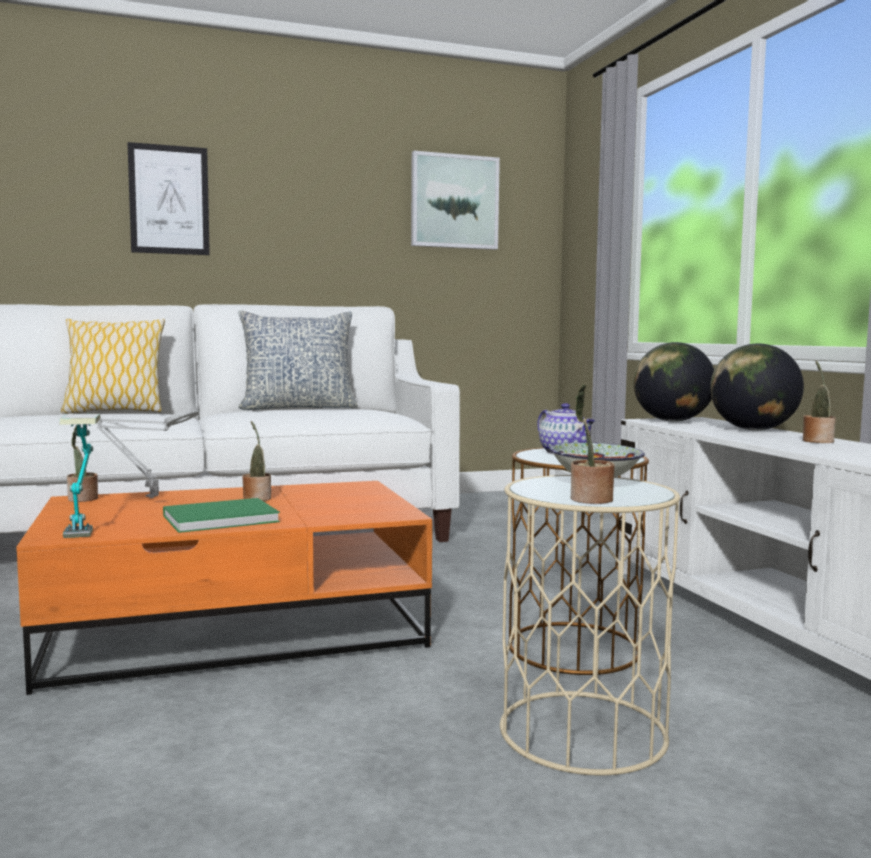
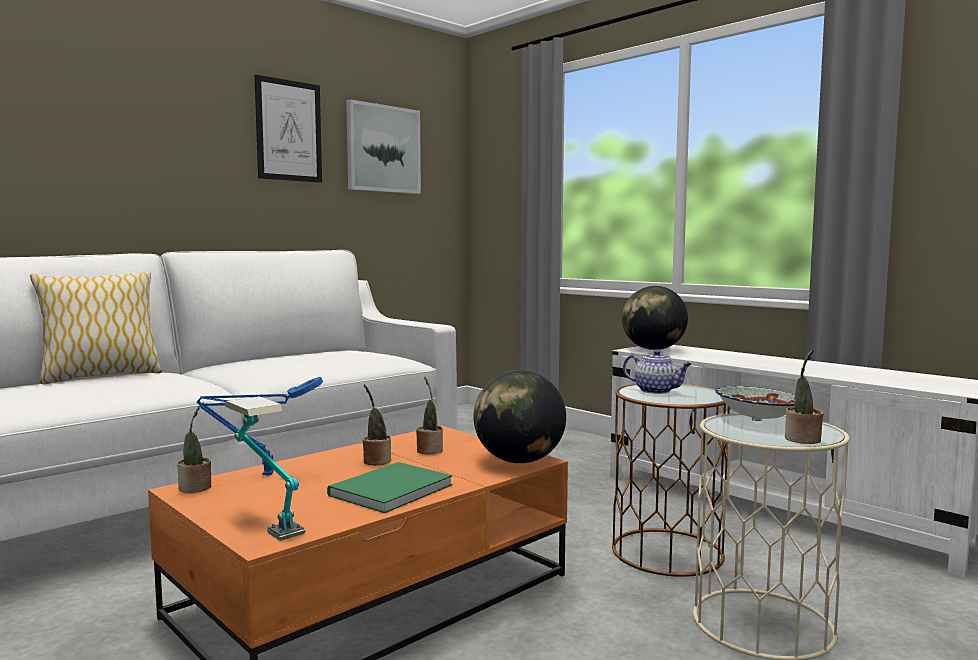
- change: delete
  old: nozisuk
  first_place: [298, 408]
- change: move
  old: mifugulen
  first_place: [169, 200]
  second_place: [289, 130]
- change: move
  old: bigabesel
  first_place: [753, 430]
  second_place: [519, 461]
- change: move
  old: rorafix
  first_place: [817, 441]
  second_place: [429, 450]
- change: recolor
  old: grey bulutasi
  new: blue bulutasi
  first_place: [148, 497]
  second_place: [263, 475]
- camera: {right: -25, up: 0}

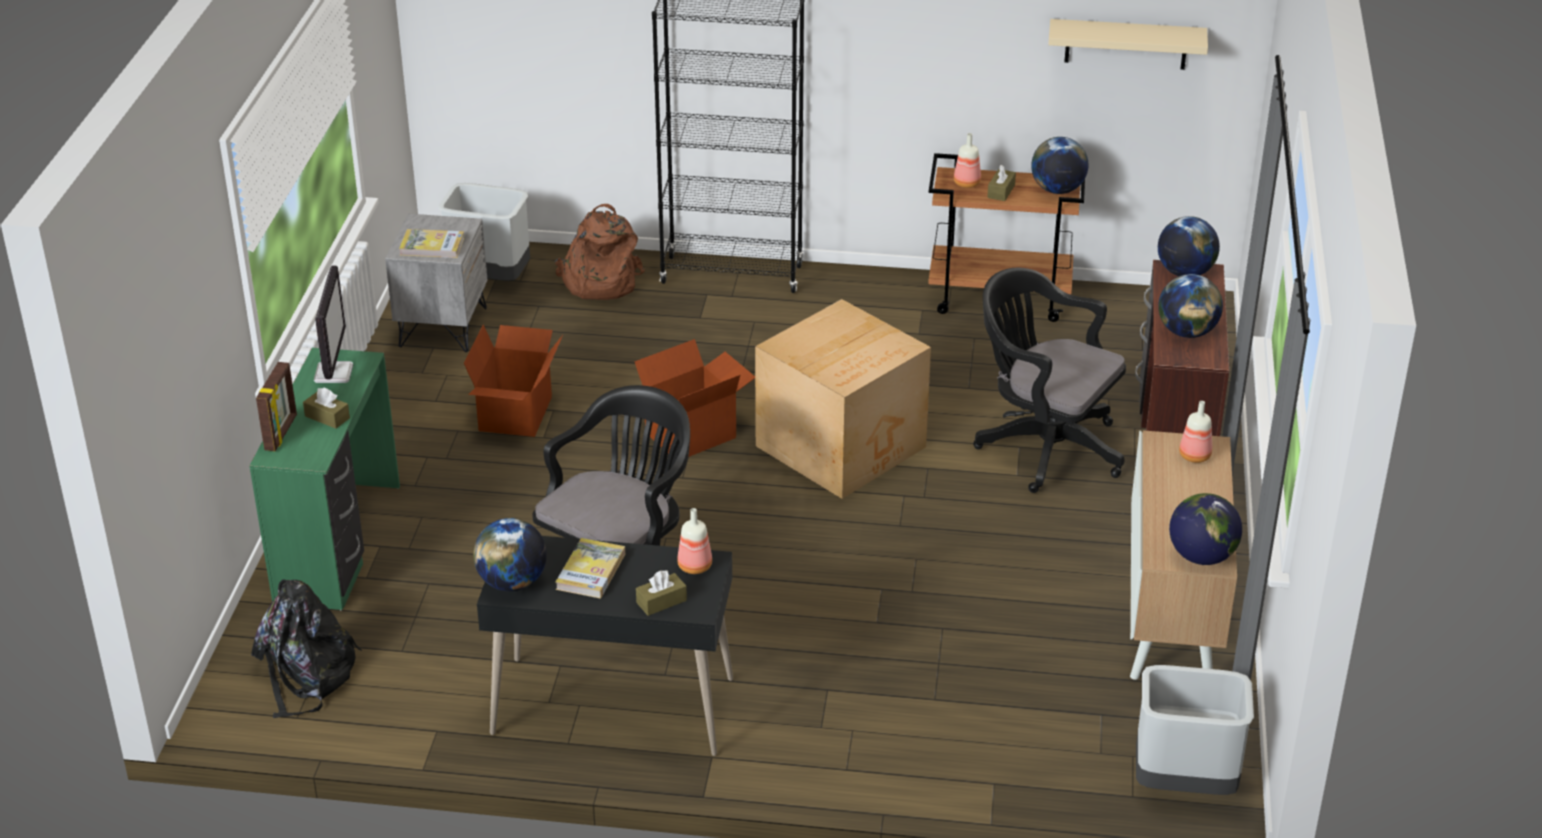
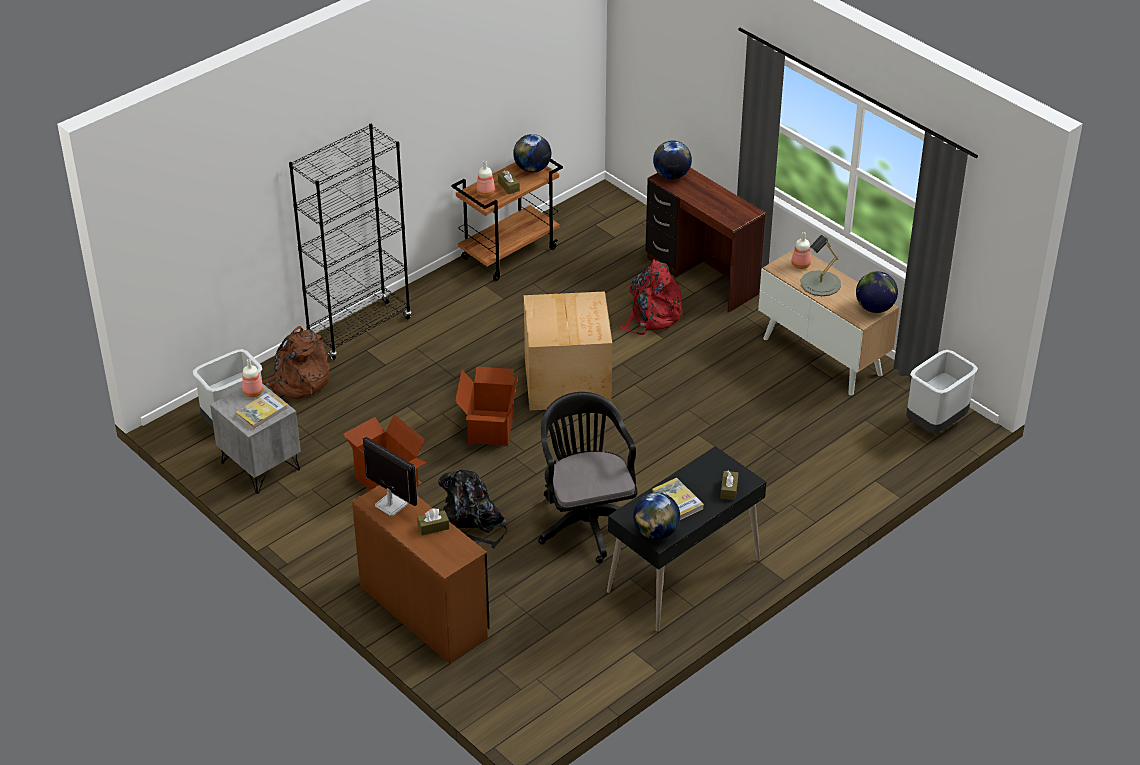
- change: delete
  old: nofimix
  first_place: [282, 433]
- change: delete
  old: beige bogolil
  first_place: [1126, 44]
- change: delete
  old: bigabesel
  first_place: [1187, 332]
- change: insert
  new: grey bulutasi
  second_place: [820, 283]
- change: move
  old: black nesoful
  first_place: [306, 675]
  second_place: [472, 523]
- change: move
  old: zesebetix
  first_place: [695, 567]
  second_place: [253, 392]
- change: replace
  old: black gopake
  new: red nesoful
  first_place: [1043, 446]
  second_place: [651, 316]
- change: recolor
  old: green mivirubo
  new: brown mivirubo
  first_place: [340, 543]
  second_place: [424, 610]
- camera: {right: -50, up: 5}

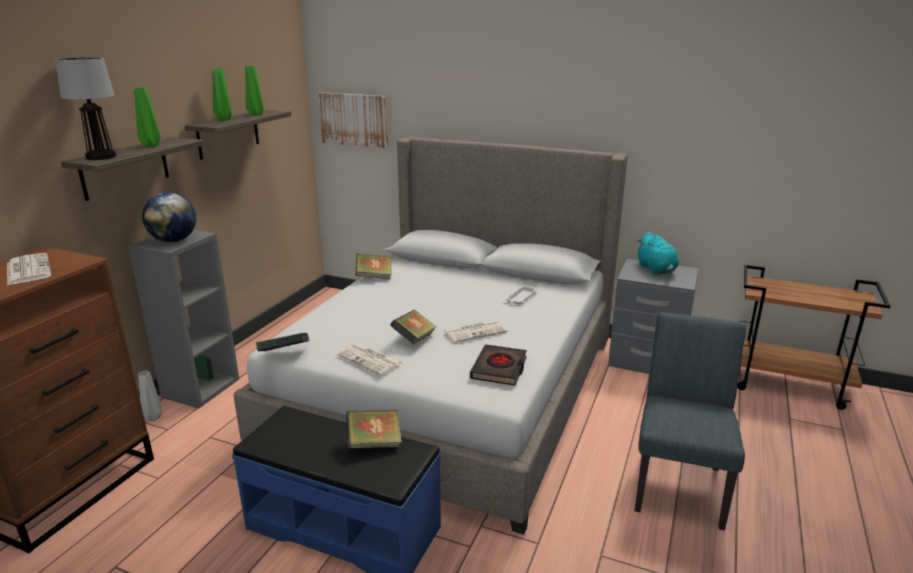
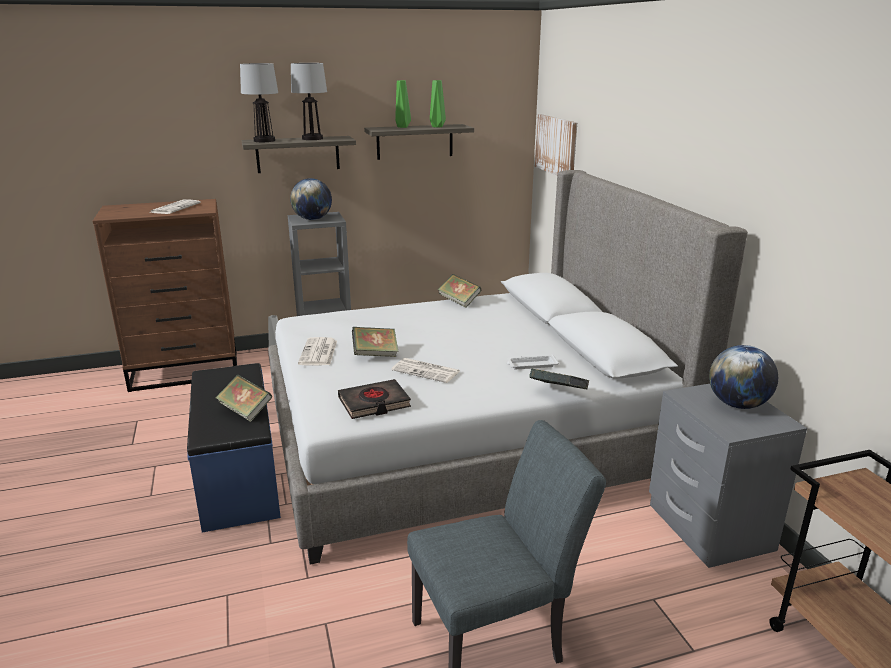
- change: move
  old: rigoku
  first_place: [284, 355]
  second_place: [558, 393]
- change: replace
  old: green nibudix
  new: bulutasi
  first_place: [150, 146]
  second_place: [312, 139]
- change: replace
  old: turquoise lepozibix
  new: bigabesel
  first_place: [656, 270]
  second_place: [737, 404]
- camera: {right: 50, up: 0}

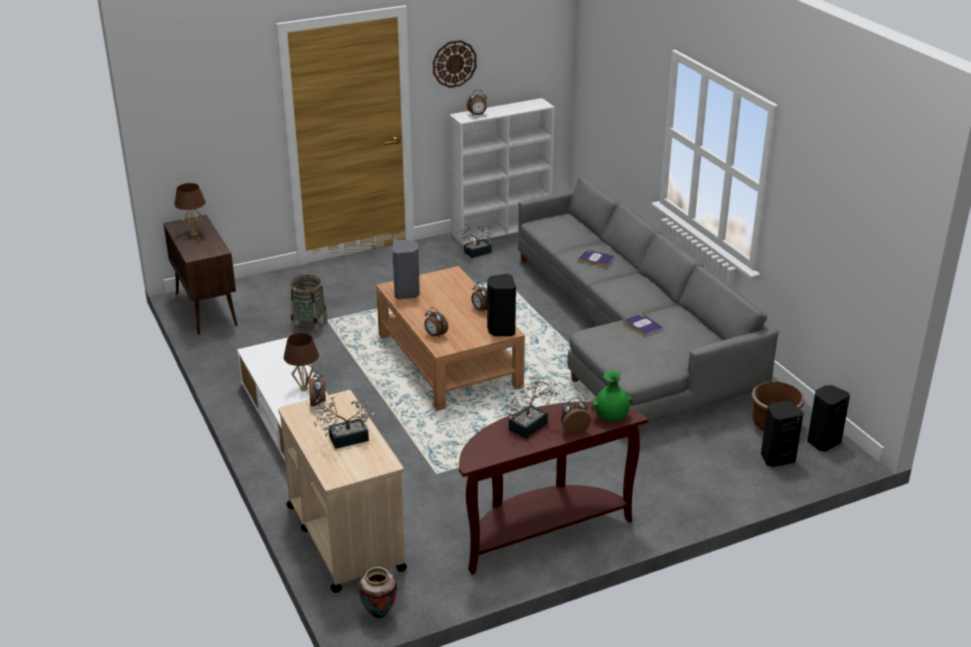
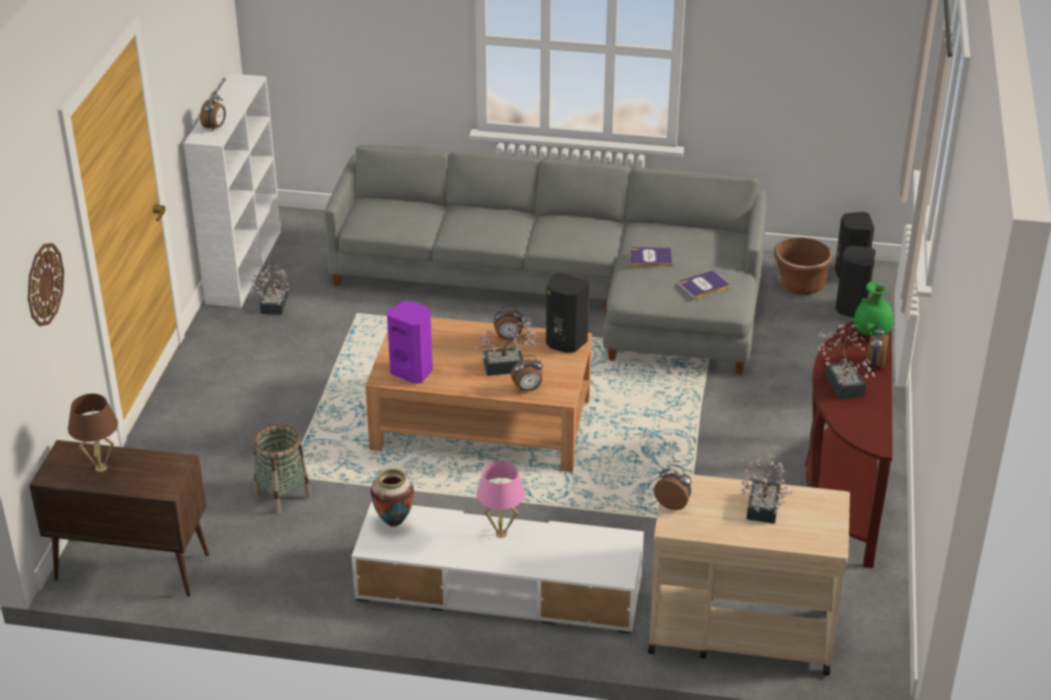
- change: insert
  new: rorafix
  second_place: [508, 366]
- change: move
  old: nibudix
  first_place: [379, 614]
  second_place: [394, 522]
- change: move
  old: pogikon
  first_place: [454, 63]
  second_place: [44, 284]
- change: move
  old: rigoku
  first_place: [596, 259]
  second_place: [703, 285]
- change: recolor
  old: brown bulutasi
  new: pink bulutasi
  first_place: [304, 388]
  second_place: [501, 534]
- change: recolor
  old: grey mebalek
  new: purple mebalek
  first_place: [407, 293]
  second_place: [412, 371]
- camera: {right: -55, up: 5}

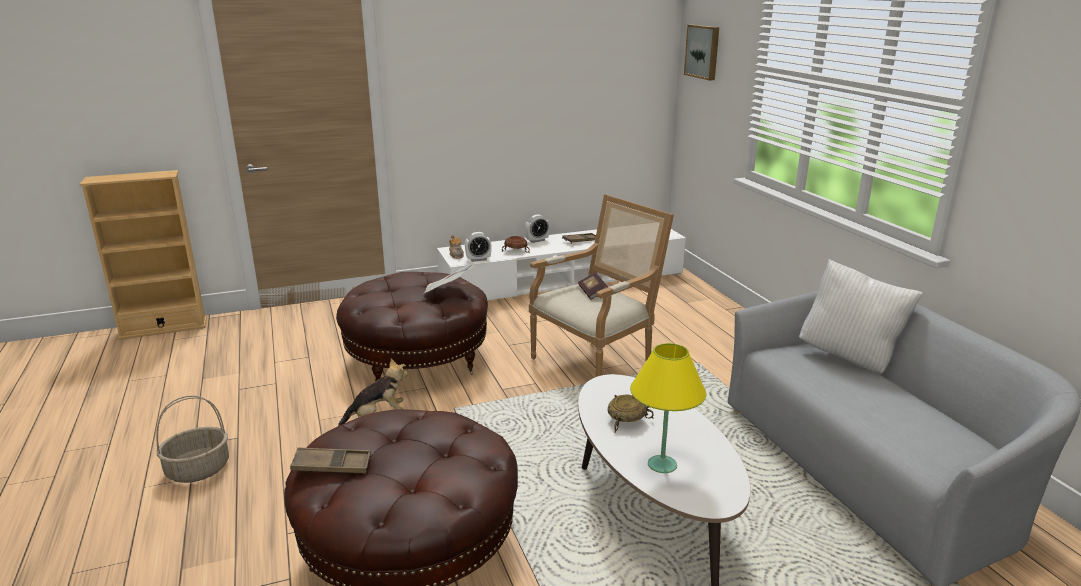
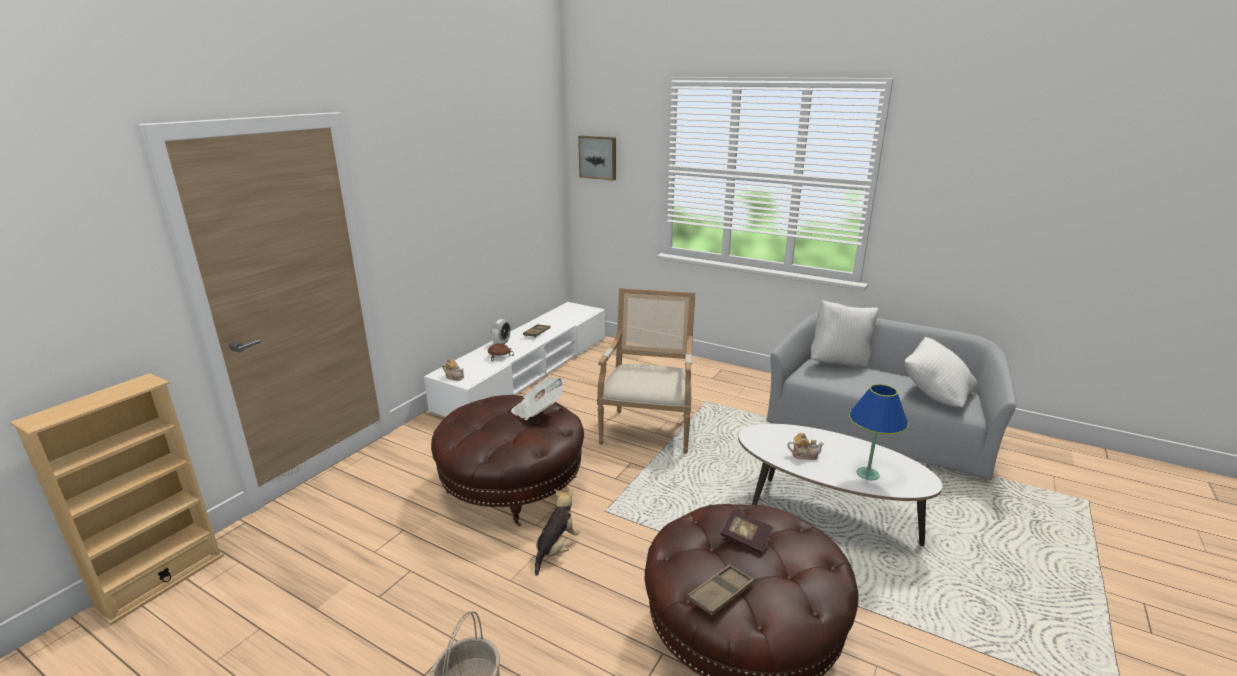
- change: delete
  old: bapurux
  first_place: [478, 259]
- change: insert
  new: white nozisuk
  second_place: [935, 395]
- change: move
  old: rigoku
  first_place: [592, 292]
  second_place: [746, 539]
- change: replace
  old: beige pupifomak
  new: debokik
  first_place: [626, 419]
  second_place: [804, 455]
- change: recolor
  old: yellow bulutasi
  new: blue bulutasi
  first_place: [662, 464]
  second_place: [867, 474]
- camera: {right: -40, up: 0}

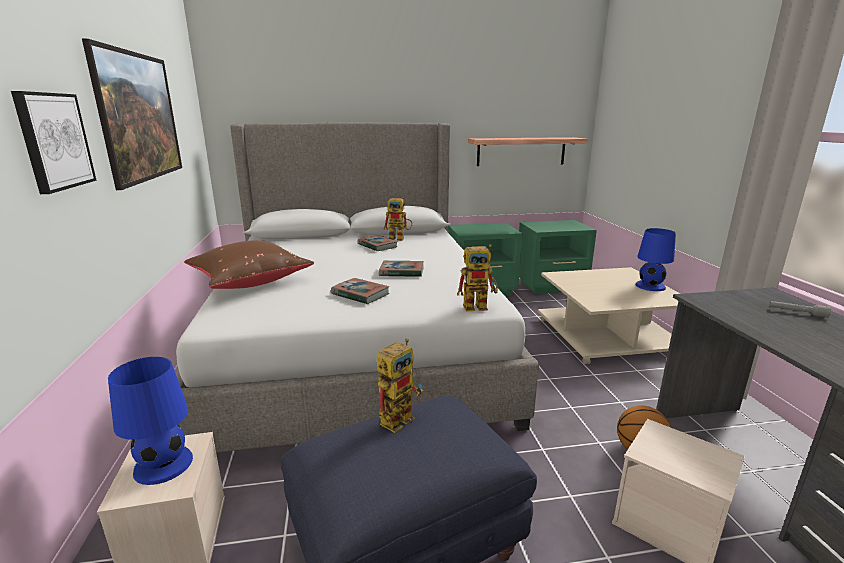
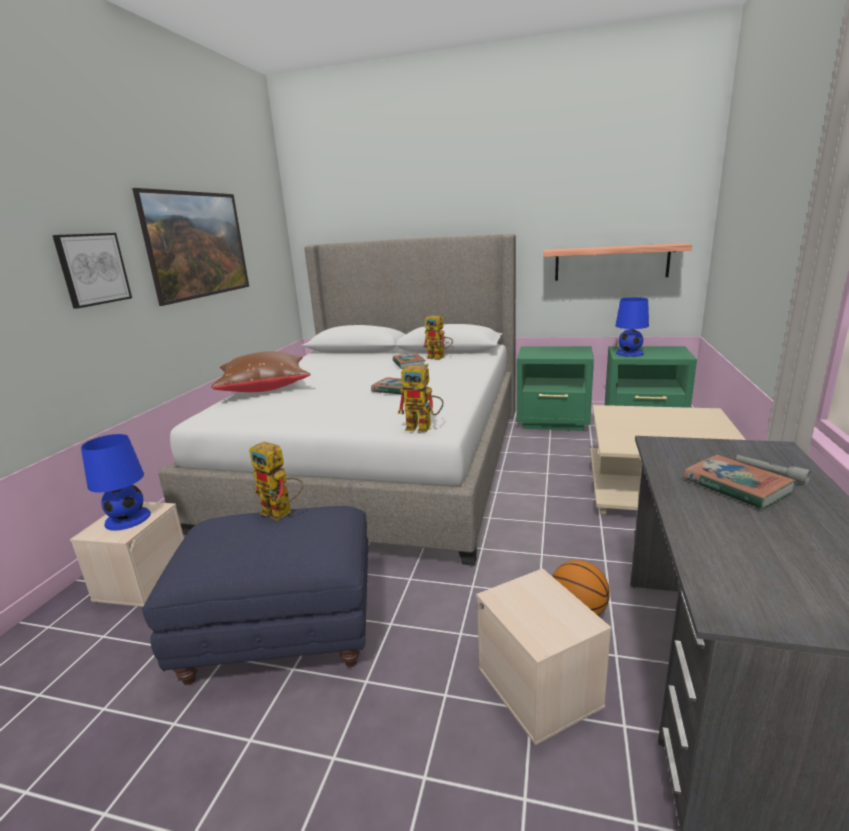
- change: move
  old: rigoku
  first_place: [360, 294]
  second_place: [736, 486]
- change: move
  old: blue bulutasi
  first_place: [650, 286]
  second_place: [629, 353]
- change: rotate
  old: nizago
  first_place: [400, 416]
  second_place: [282, 513]
  degrees: 60
- camera: {right: 25, up: 0}

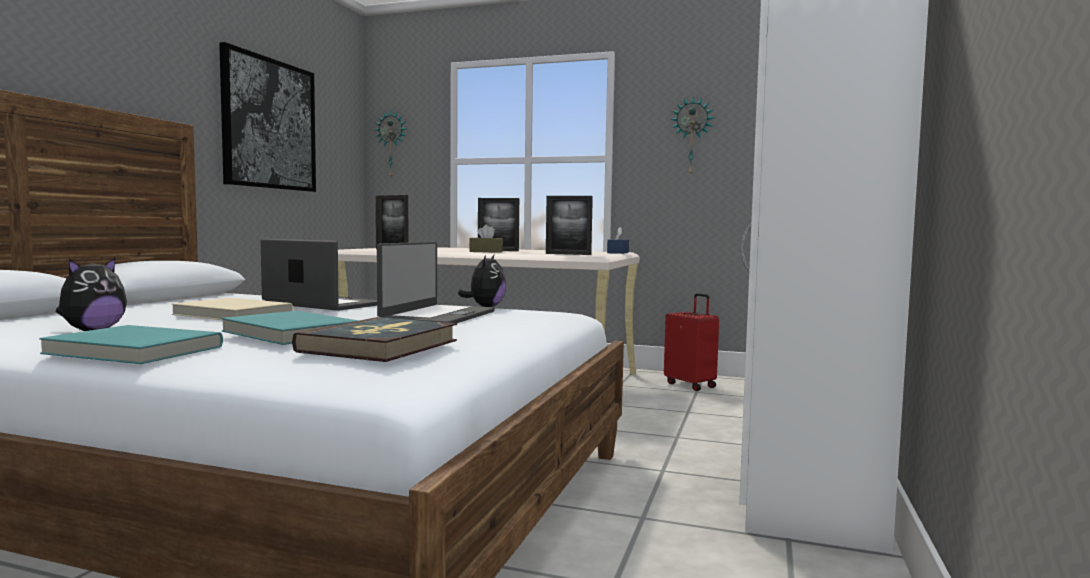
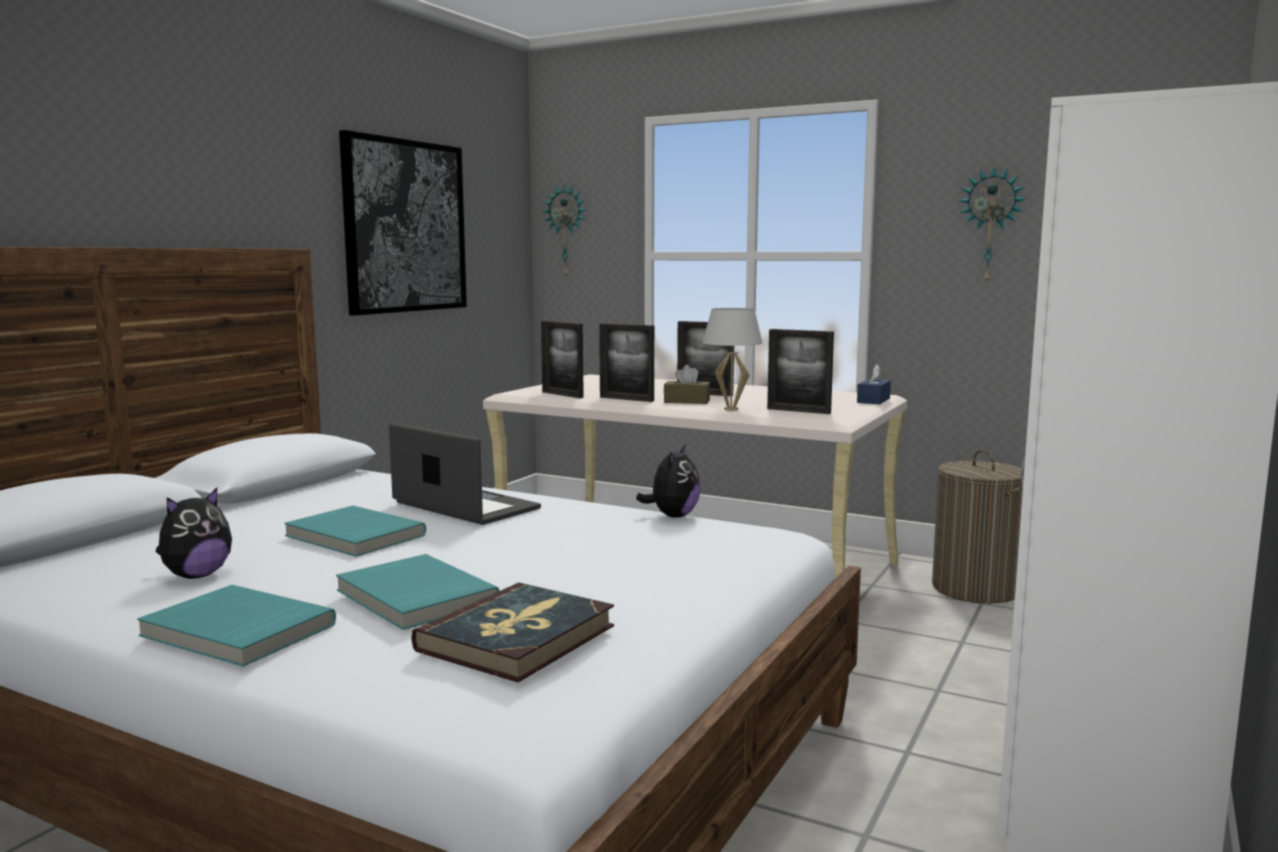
- change: delete
  old: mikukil
  first_place: [438, 316]
- change: insert
  new: nofimix
  second_place: [626, 399]
- change: insert
  new: white bulutasi
  second_place: [730, 409]
- change: replace
  old: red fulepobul
  new: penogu
  first_place: [691, 385]
  second_place: [975, 589]
- change: recolor
  old: beige rigoku
  new: turquoise rigoku
  first_place: [231, 314]
  second_place: [353, 536]
- camera: {right: 10, up: 5}

